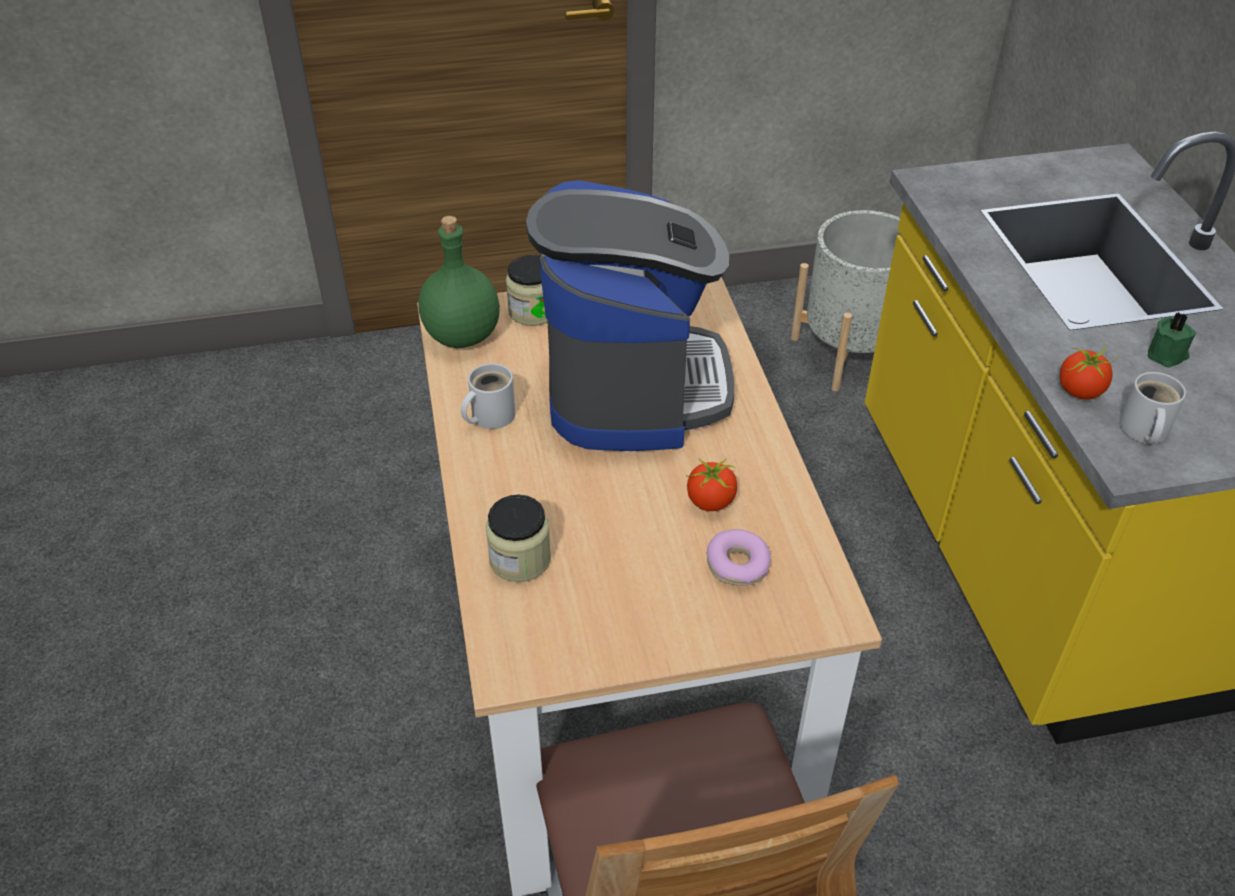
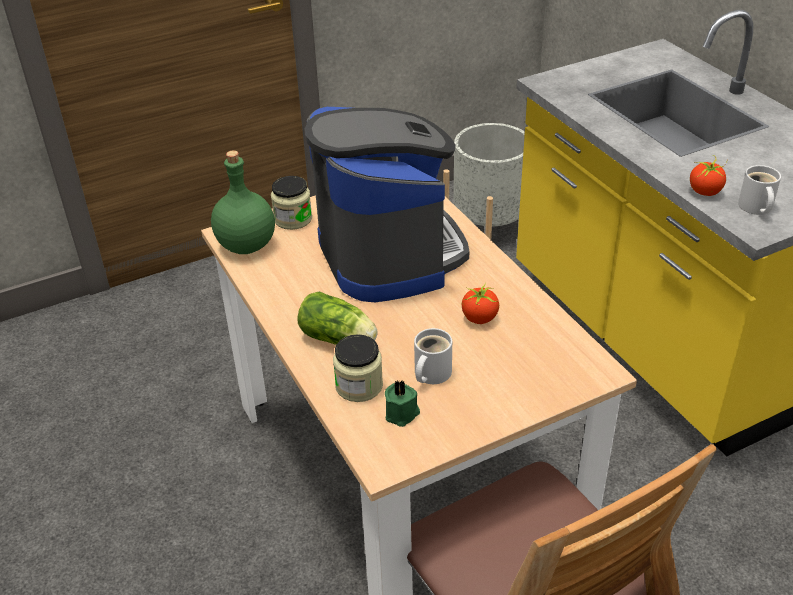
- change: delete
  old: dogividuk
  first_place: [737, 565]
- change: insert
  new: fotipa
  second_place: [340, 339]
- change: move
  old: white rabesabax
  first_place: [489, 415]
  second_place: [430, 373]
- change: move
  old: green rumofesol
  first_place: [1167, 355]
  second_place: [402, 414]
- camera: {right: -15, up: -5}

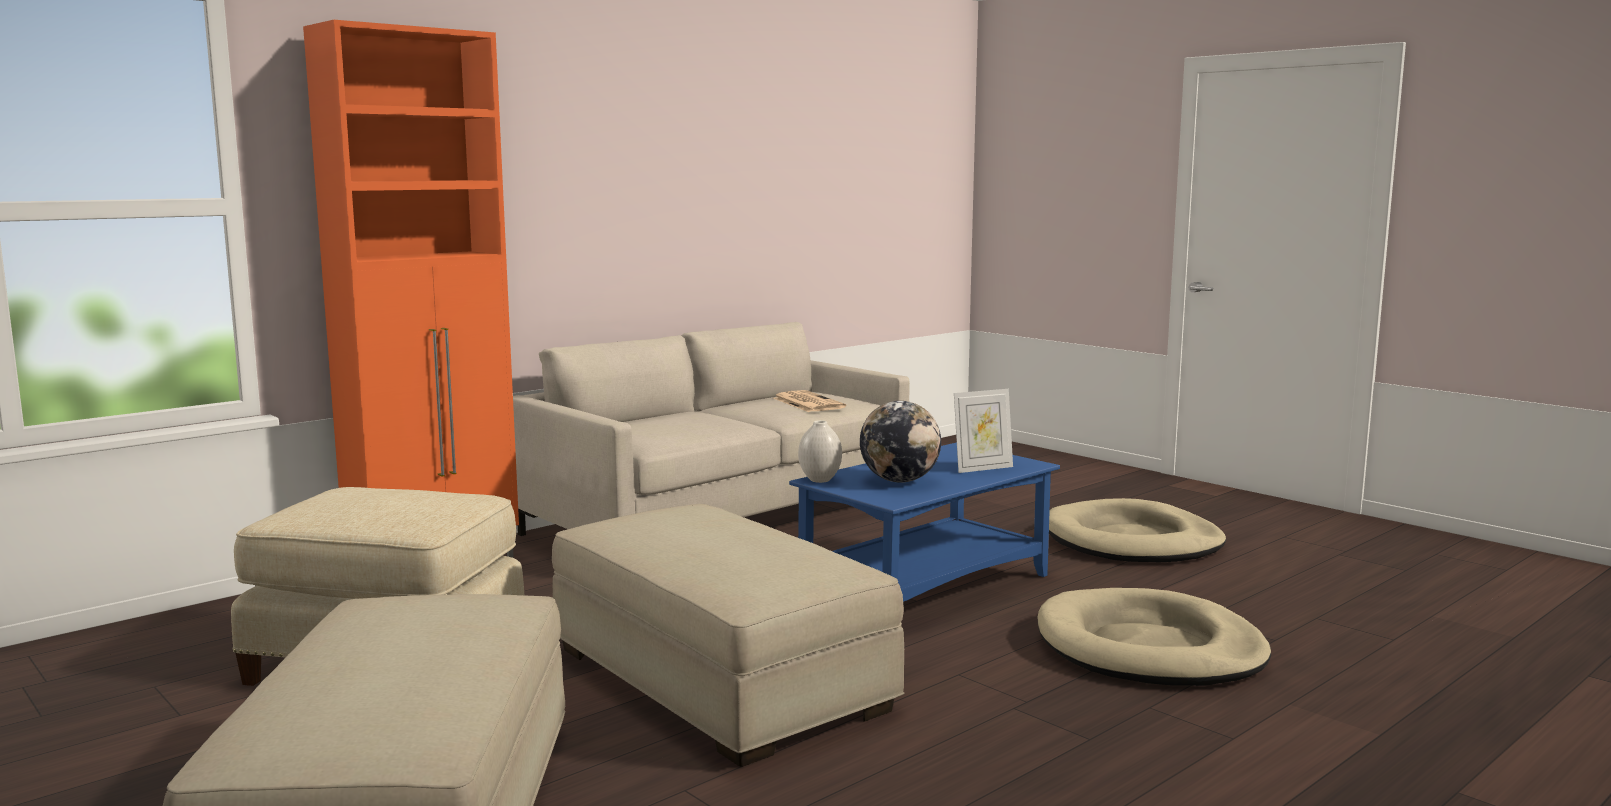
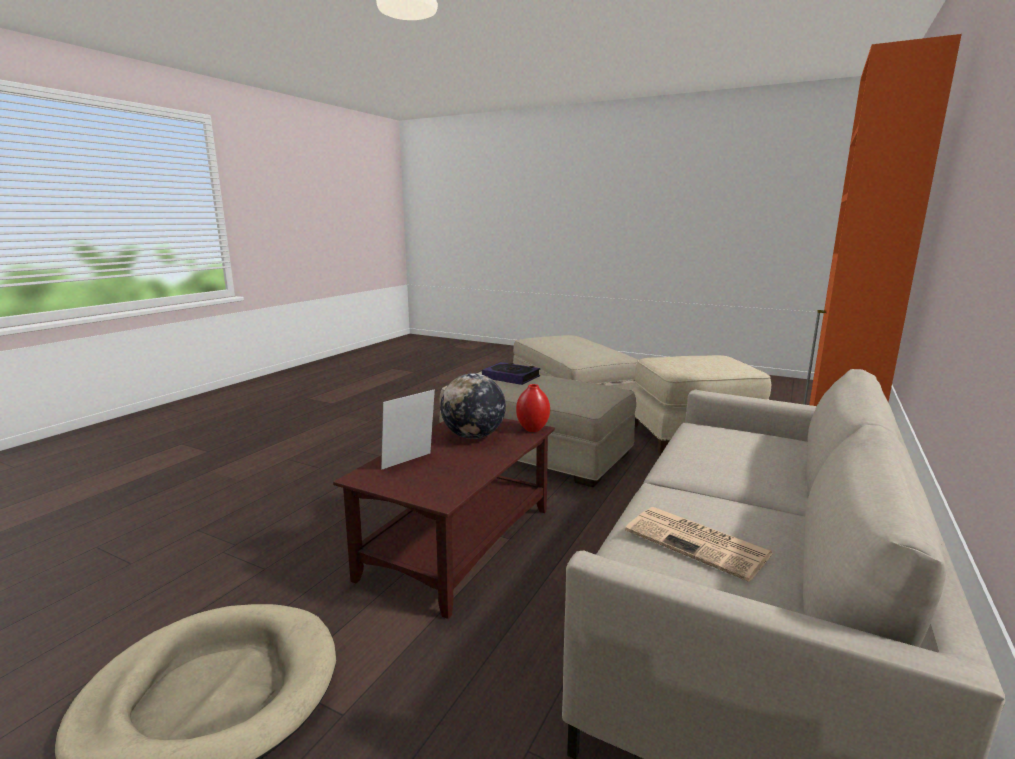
- change: delete
  old: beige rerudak
  first_place: [1149, 648]
- change: insert
  new: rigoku
  second_place: [511, 377]
- change: recolor
  old: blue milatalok
  new: brown milatalok
  first_place: [926, 586]
  second_place: [458, 543]
- change: recolor
  old: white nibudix
  new: red nibudix
  first_place: [820, 480]
  second_place: [532, 429]
- camera: {right: 160, up: 5}

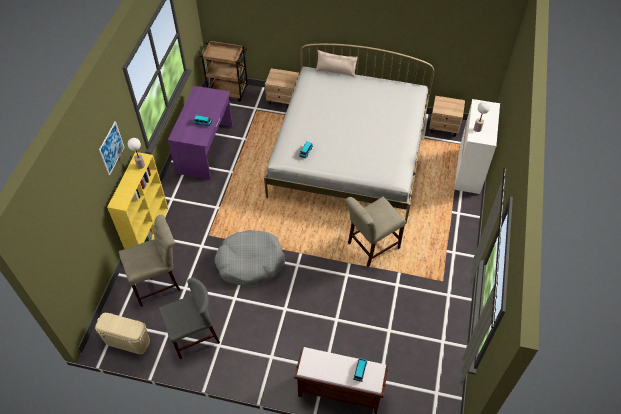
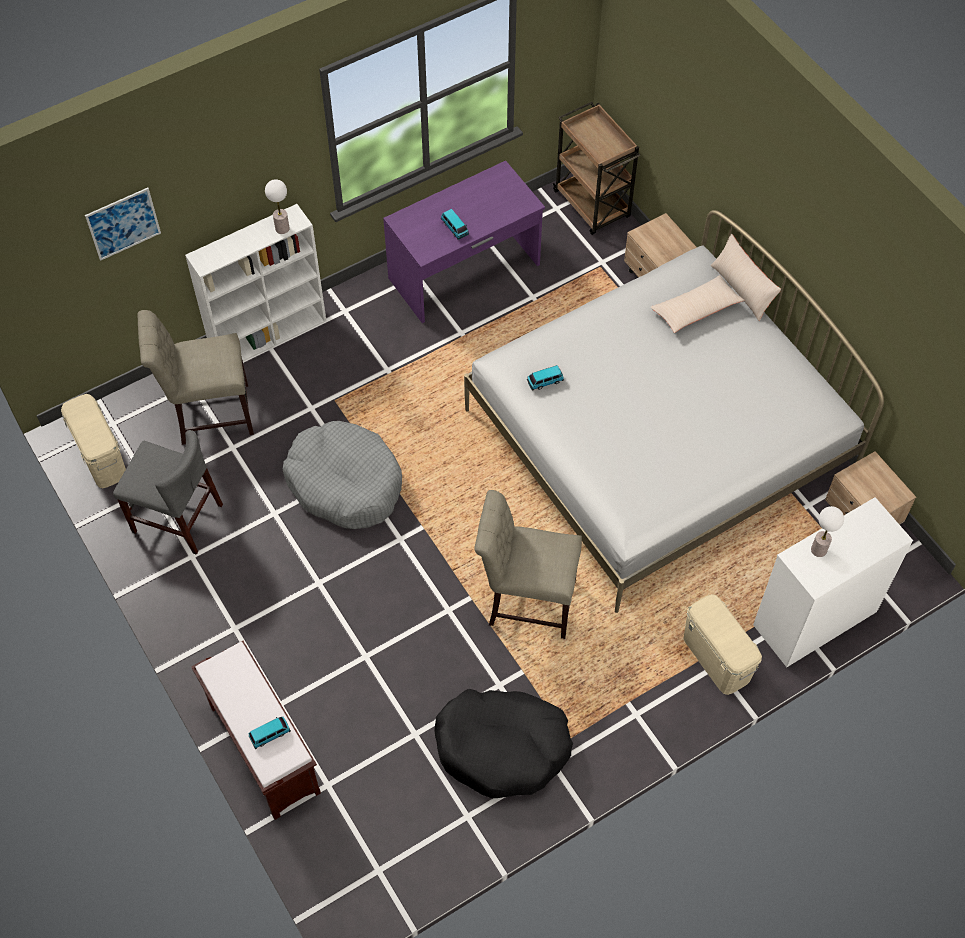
- change: insert
  new: black rerudak
  second_place: [502, 747]
- change: insert
  new: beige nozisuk
  second_place: [696, 310]
- change: insert
  new: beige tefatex
  second_place: [716, 658]
- change: move
  old: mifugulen
  first_place: [111, 148]
  second_place: [123, 223]
- change: recolor
  old: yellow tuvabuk
  new: white tuvabuk
  first_place: [148, 232]
  second_place: [269, 334]
- change: rotate
  old: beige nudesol
  first_place: [159, 283]
  second_place: [209, 414]
  degrees: 150
- camera: {right: 45, up: 5}

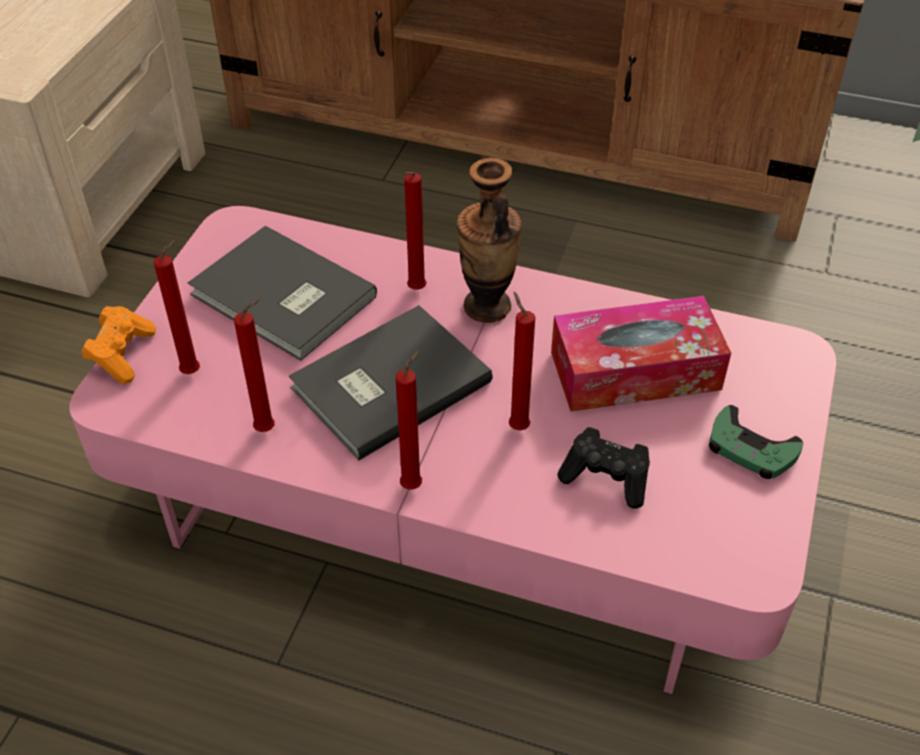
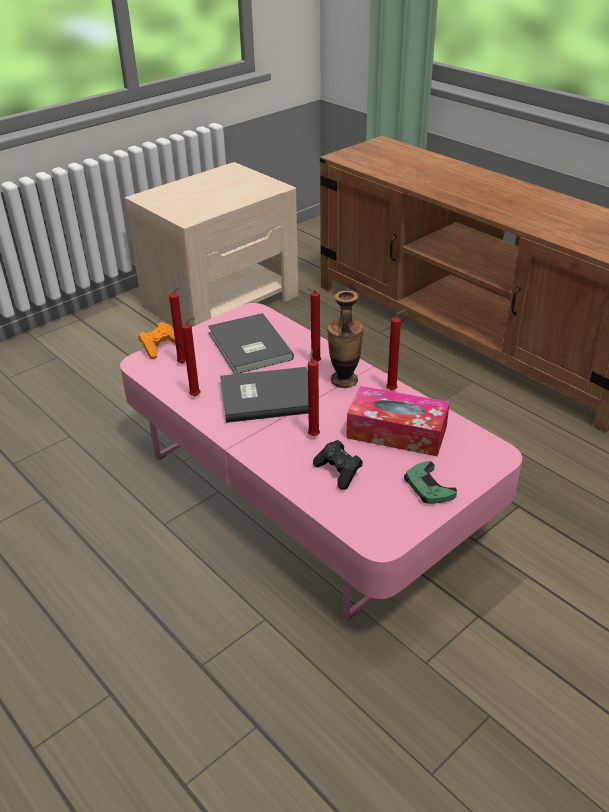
- change: move
  old: red rumofesol
  first_place: [414, 484]
  second_place: [393, 390]
- camera: {right: 30, up: -10}

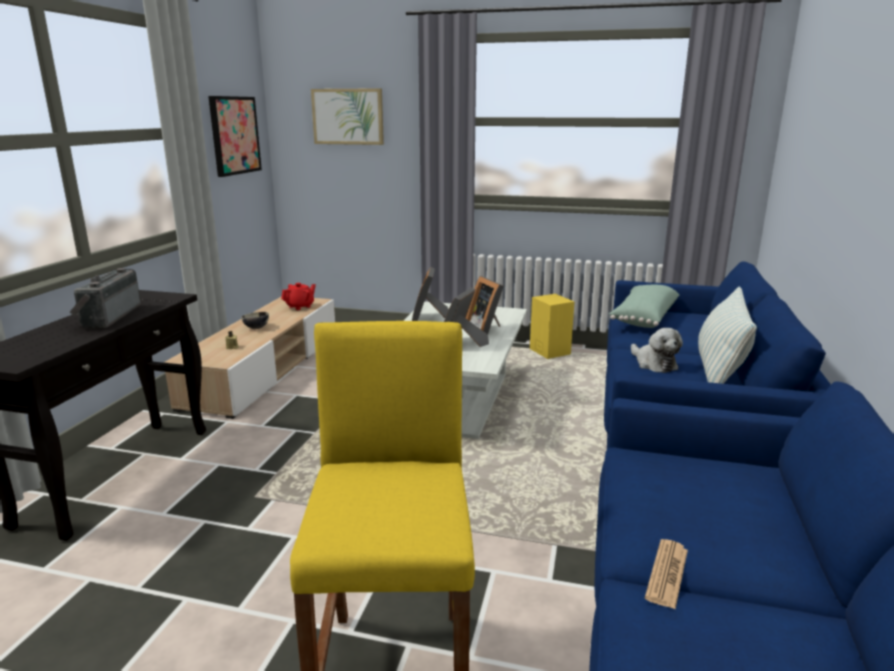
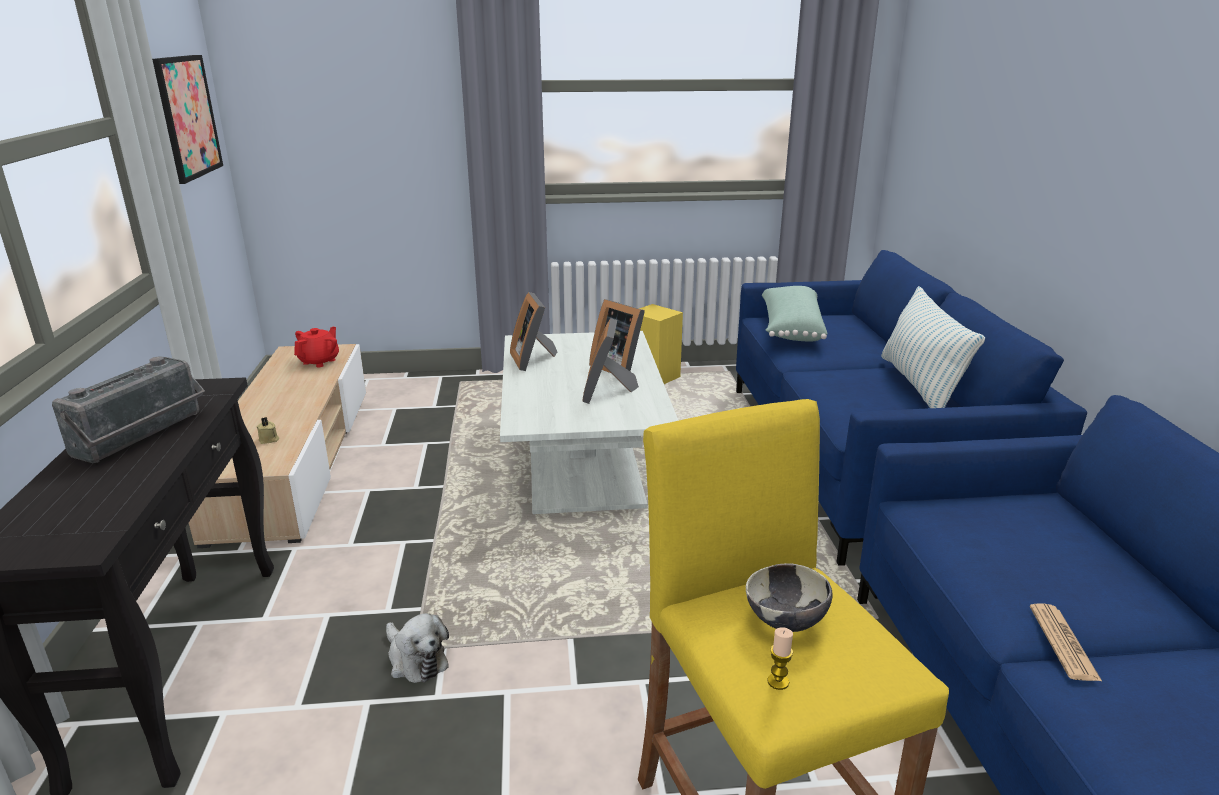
- change: delete
  old: mifugulen
  first_place: [348, 116]
- change: insert
  new: rumofesol
  second_place: [778, 682]
- change: move
  old: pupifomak
  first_place: [256, 328]
  second_place: [785, 622]
- change: move
  old: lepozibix
  first_place: [653, 364]
  second_place: [415, 659]
- change: rotate
  old: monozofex
  first_place: [108, 316]
  second_place: [143, 436]
  degrees: -135
- camera: {right: -20, up: 5}

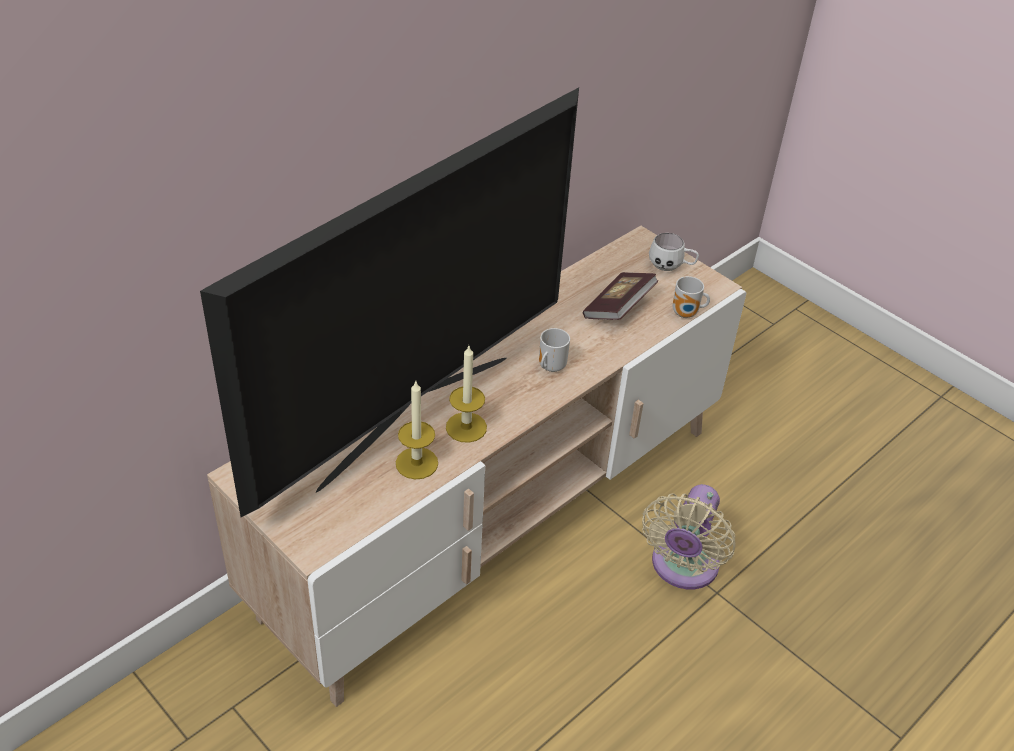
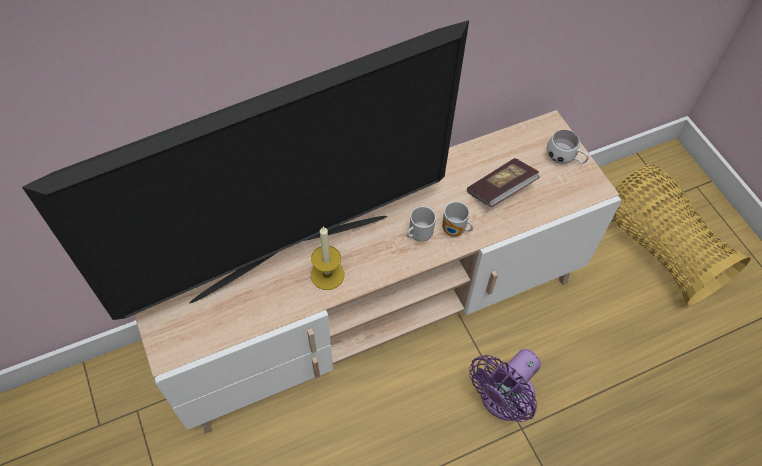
- change: delete
  old: rumofesol
  first_place: [416, 463]
- change: insert
  new: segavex
  second_place: [659, 248]
- change: move
  old: rabesabax
  first_place: [686, 314]
  second_place: [454, 231]
- change: recolor
  old: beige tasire
  new: purple tasire
  first_place: [682, 568]
  second_place: [502, 398]
- camera: {right: 20, up: 15}

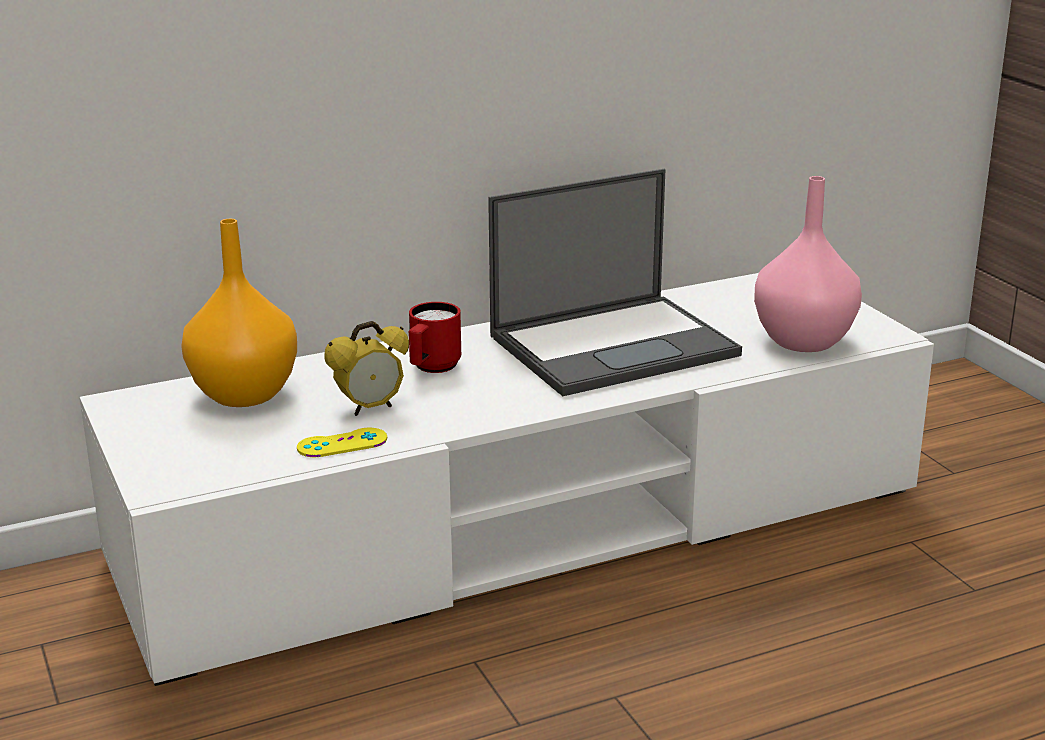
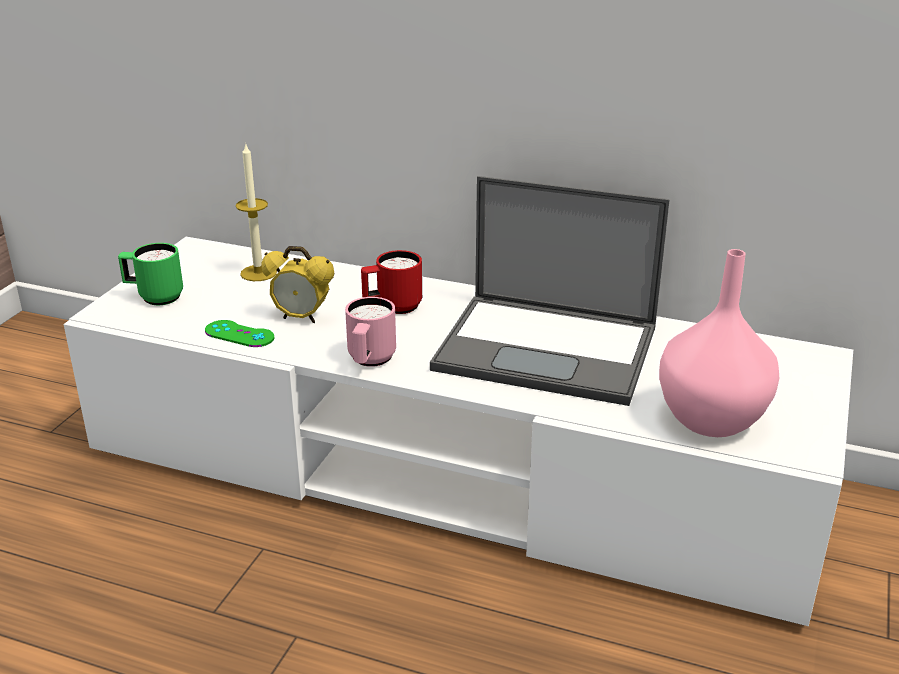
- change: insert
  new: green rabesabax
  second_place: [154, 297]
- change: insert
  new: pink rabesabax
  second_place: [369, 361]
- change: replace
  old: orange nibudix
  new: rumofesol
  first_place: [242, 394]
  second_place: [258, 273]
- change: recolor
  old: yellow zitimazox
  new: green zitimazox
  first_place: [342, 443]
  second_place: [239, 334]
- camera: {right: 45, up: 5}

